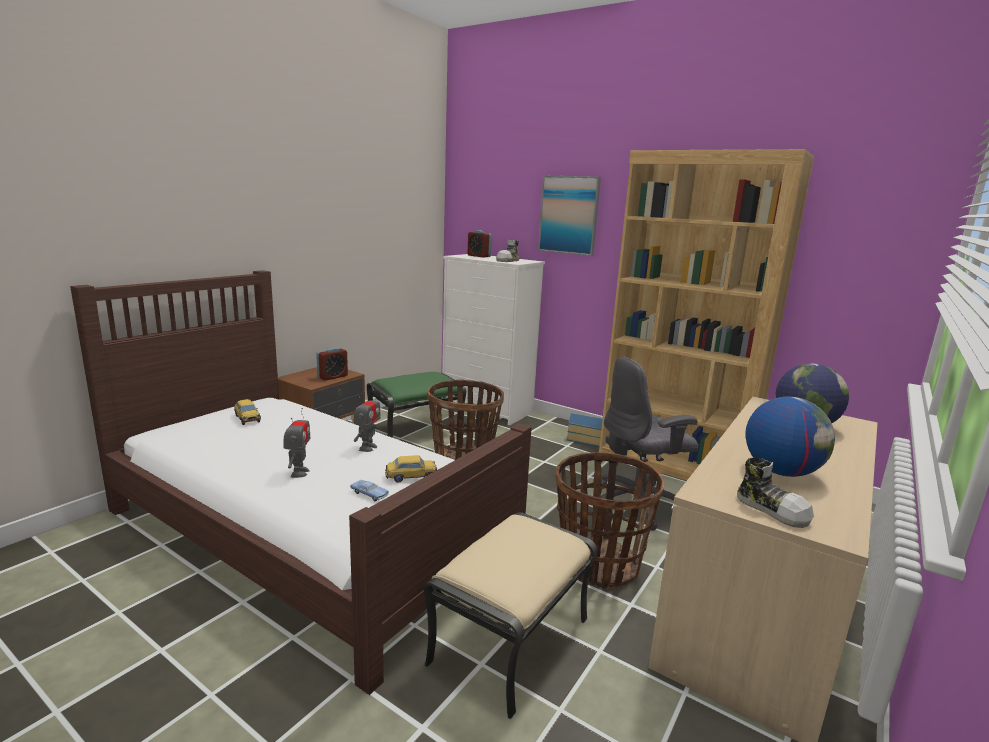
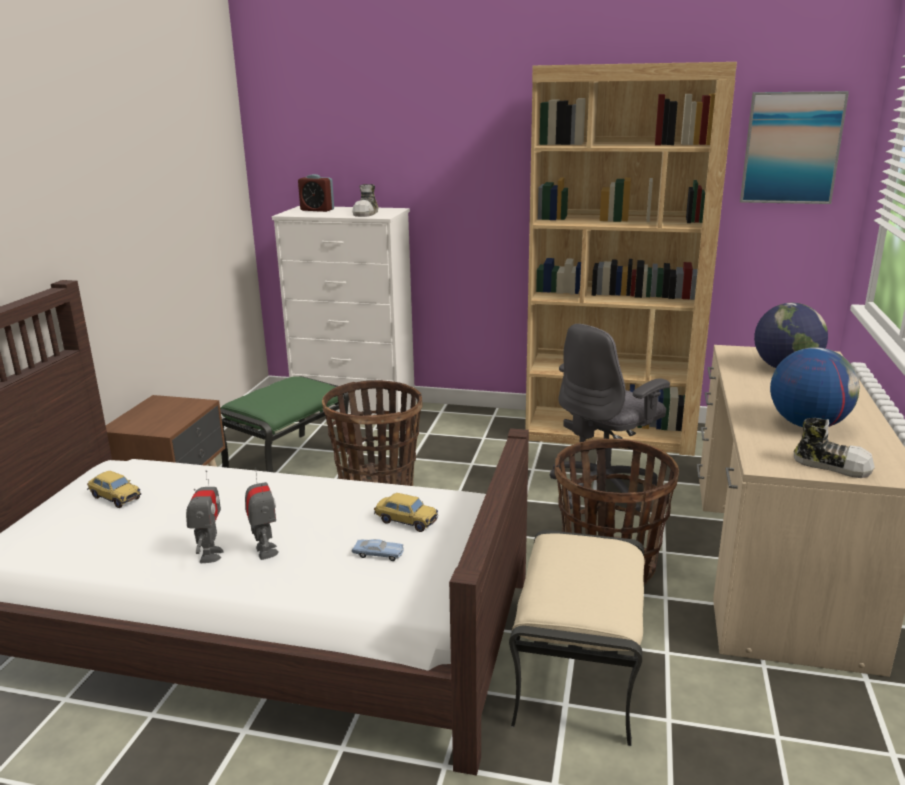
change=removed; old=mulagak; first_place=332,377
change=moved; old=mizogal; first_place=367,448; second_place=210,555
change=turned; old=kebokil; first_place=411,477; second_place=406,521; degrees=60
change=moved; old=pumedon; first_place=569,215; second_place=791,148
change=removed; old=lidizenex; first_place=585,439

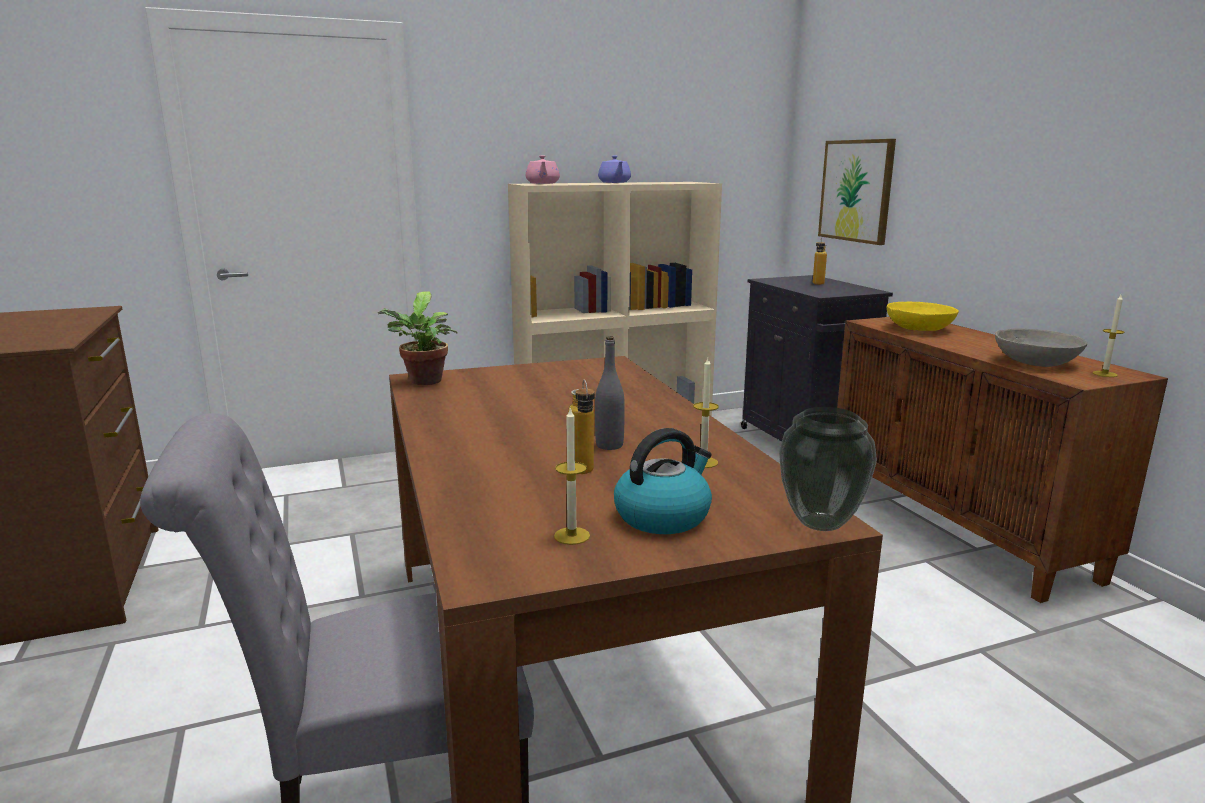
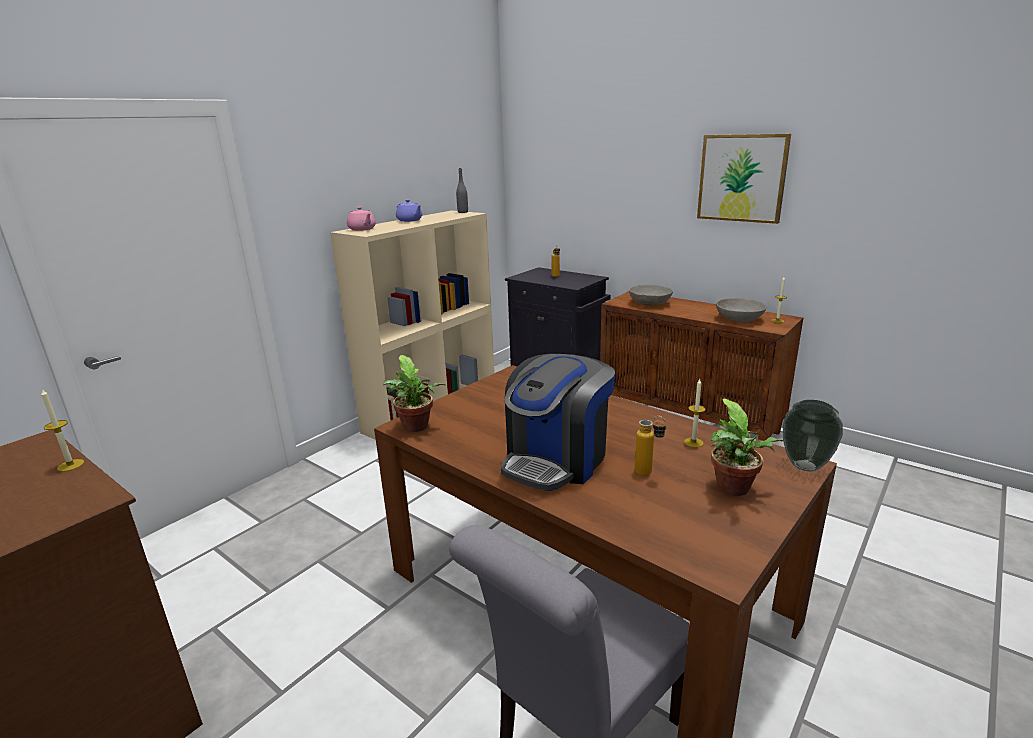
change=moved; old=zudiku; first_place=572,536; second_place=70,465
change=moved; old=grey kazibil; first_place=609,445; second_place=463,212
change=replaced; old=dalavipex; new=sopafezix; first_place=663,516; second_place=735,490
change=moved; old=pumedon; first_place=856,191; second_place=742,178
change=recoloured; old=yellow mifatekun; new=grey mifatekun; first_place=919,329; second_place=650,303
change=added; new=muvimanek; second_place=556,460

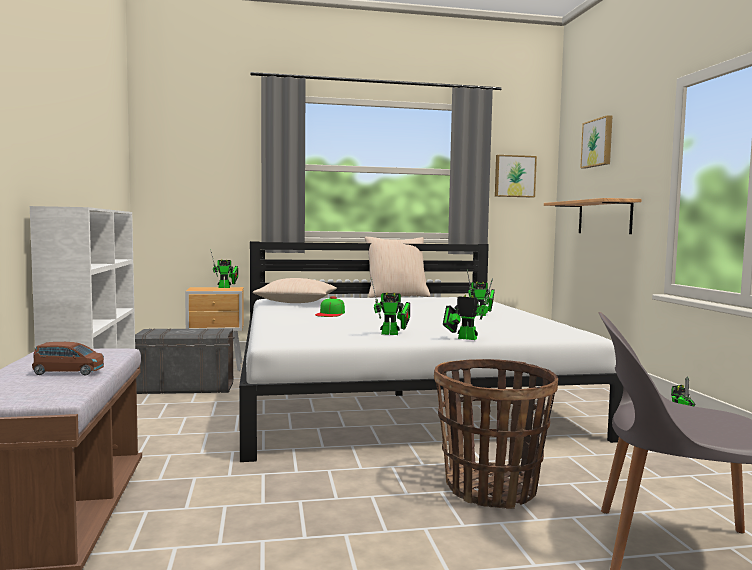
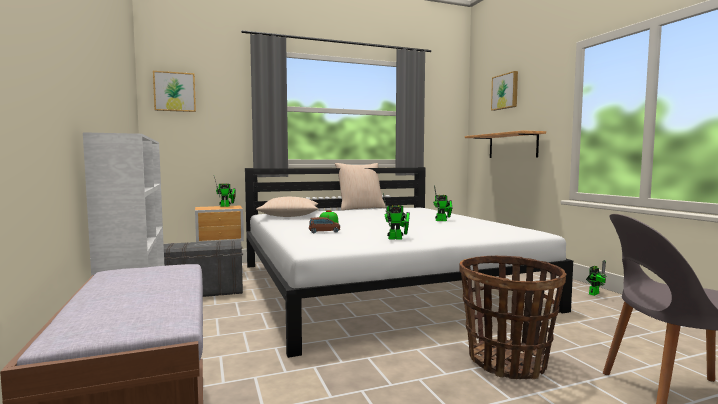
change=moved; old=brown kebokil; first_place=69,372; second_place=324,231
change=removed; old=mizogal; first_place=464,338
change=moved; old=pumedon; first_place=514,176; second_place=175,92

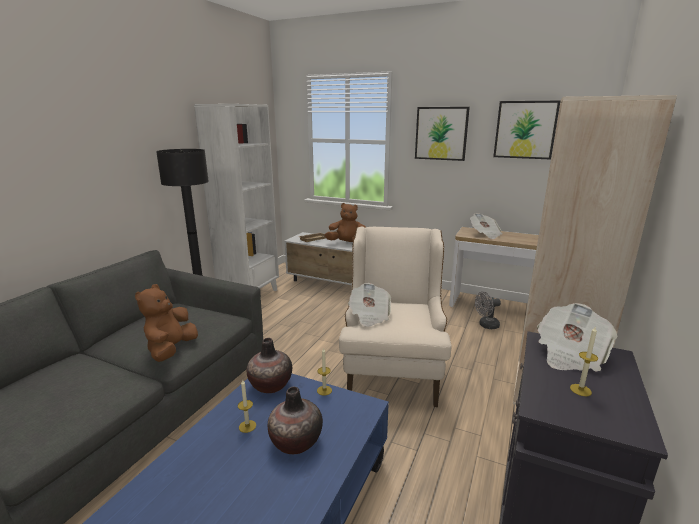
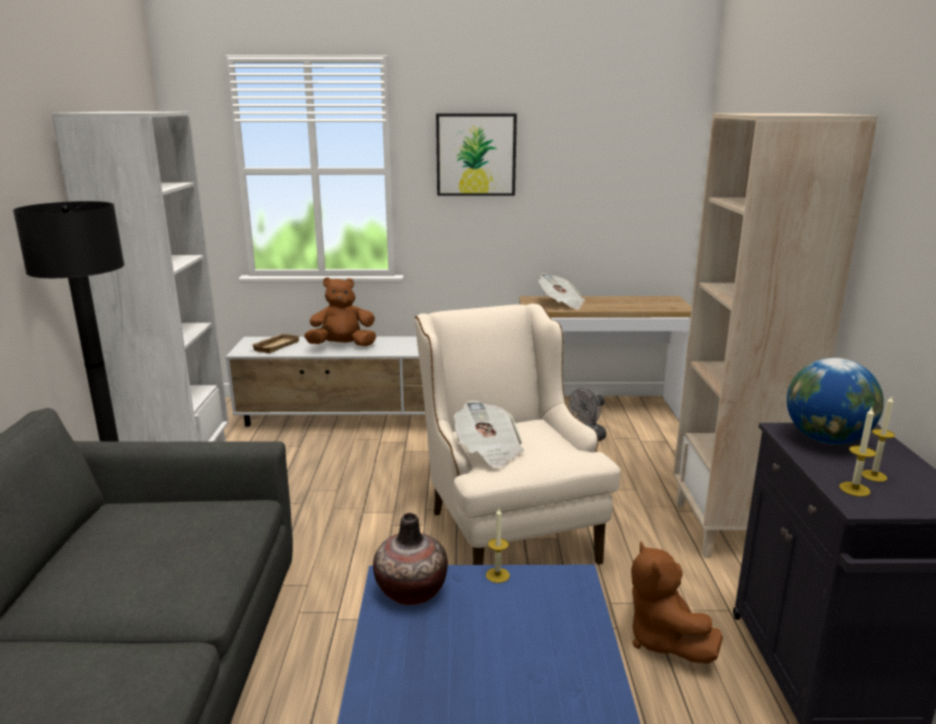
change=moved; old=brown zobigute; first_place=171,350; second_place=663,640
change=moved; old=zudiku; first_place=247,426; second_place=854,489
change=removed; old=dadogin; first_place=296,441
change=removed; old=pumedon; first_place=525,130
change=replaced; old=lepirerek; new=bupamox; first_place=570,354; second_place=826,440

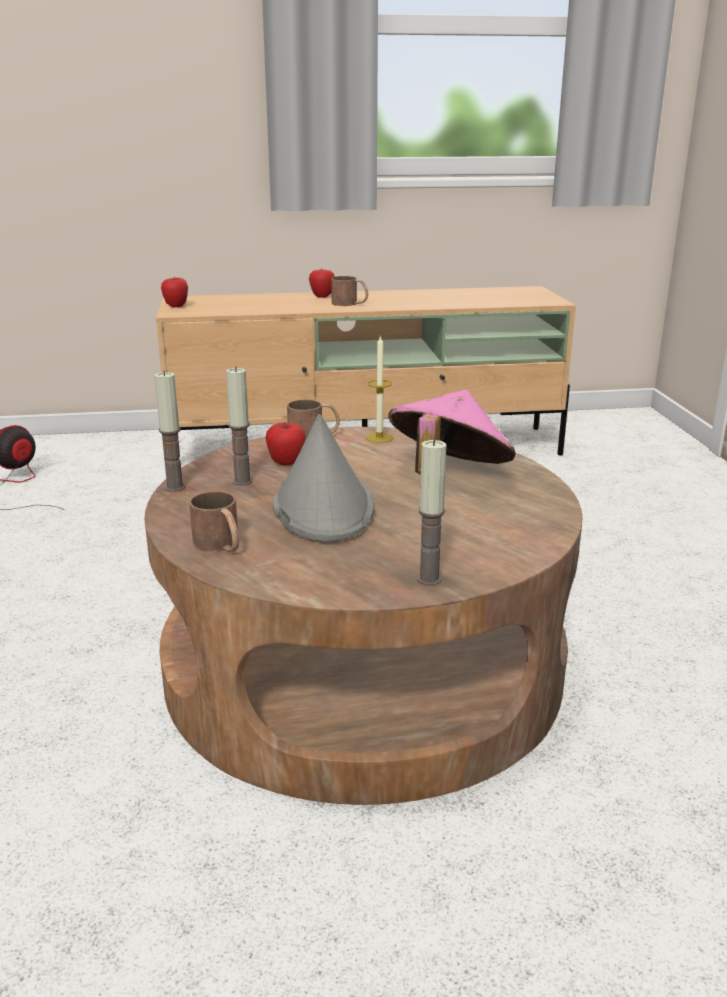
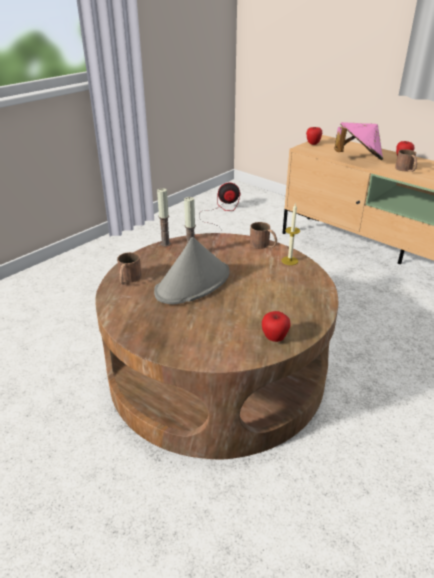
change=moved; old=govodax; first_place=286,463; second_place=274,338
change=moved; old=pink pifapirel; first_place=447,475; second_place=358,158
change=removed; old=zudiku; first_place=429,579

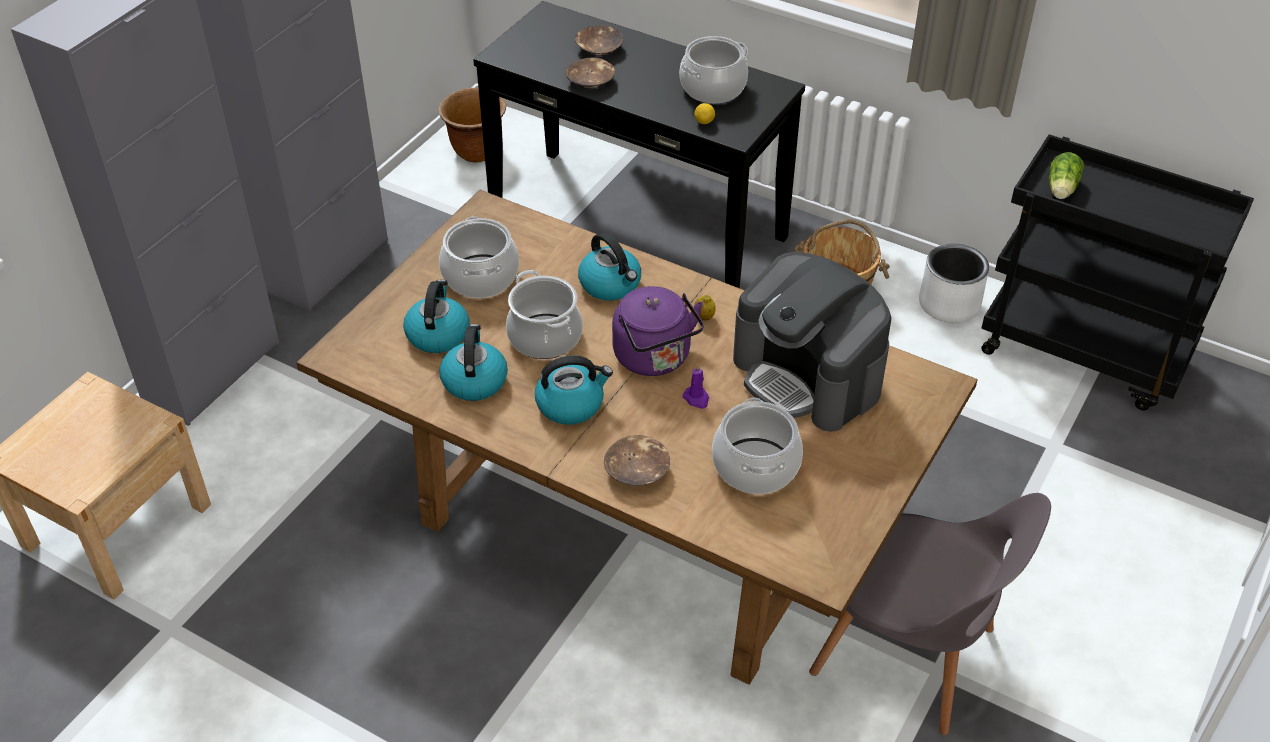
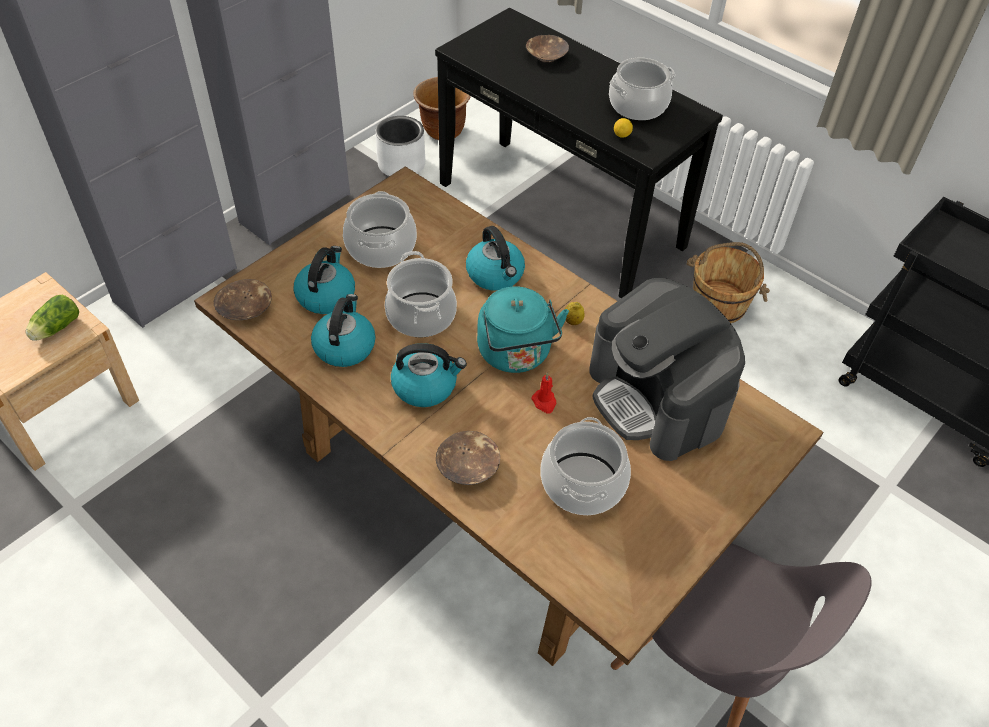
change=moved; old=brown mifatekun; first_place=590,82; second_place=245,309
change=recoloured; old=purple dalavipex; new=turquoise dalavipex; first_place=655,359; second_place=516,355
change=recoloured; old=purple zudiku; new=red zudiku; first_place=697,399; second_place=544,402
change=moved; old=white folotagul; first_place=949,304; second_place=402,164
change=moved; old=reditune; first_place=1061,190; second_place=55,329

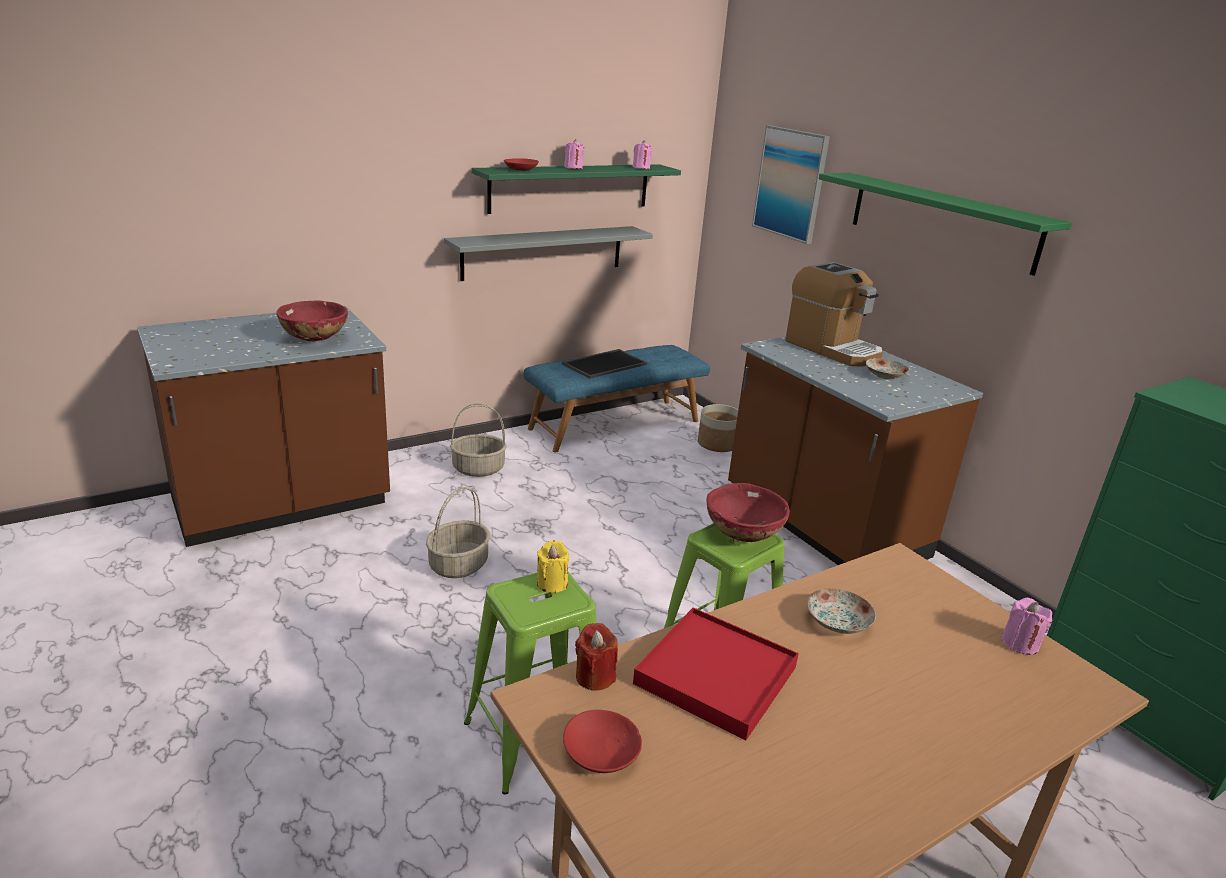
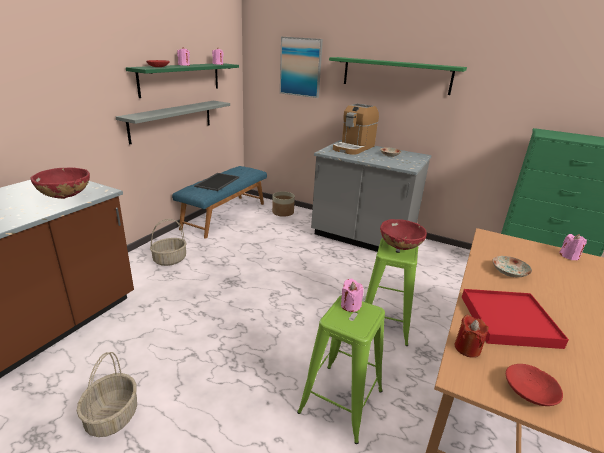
change=moved; old=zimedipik; first_place=458,564; second_place=112,416
change=recoloured; old=yellow zudiku; new=pink zudiku; first_place=552,583; second_place=350,305
change=recoloured; old=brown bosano; new=grey bosano; first_place=822,527; second_place=362,238
change=turned; old=muvimanek; first_place=832,349; second_place=353,148; degrees=105

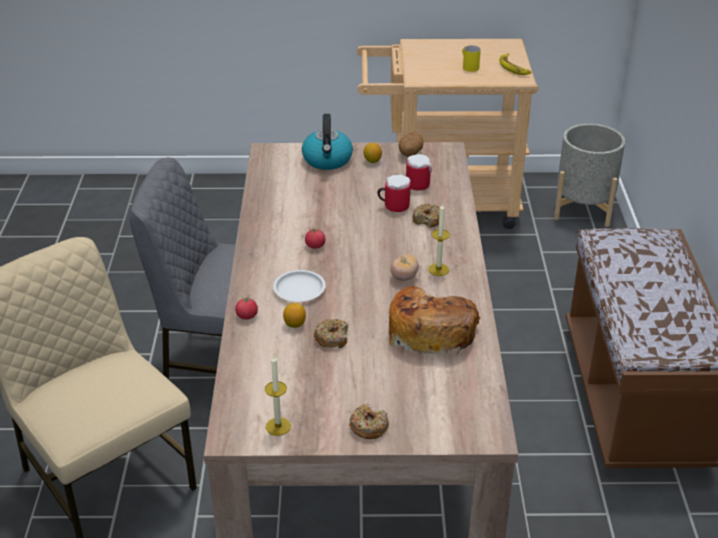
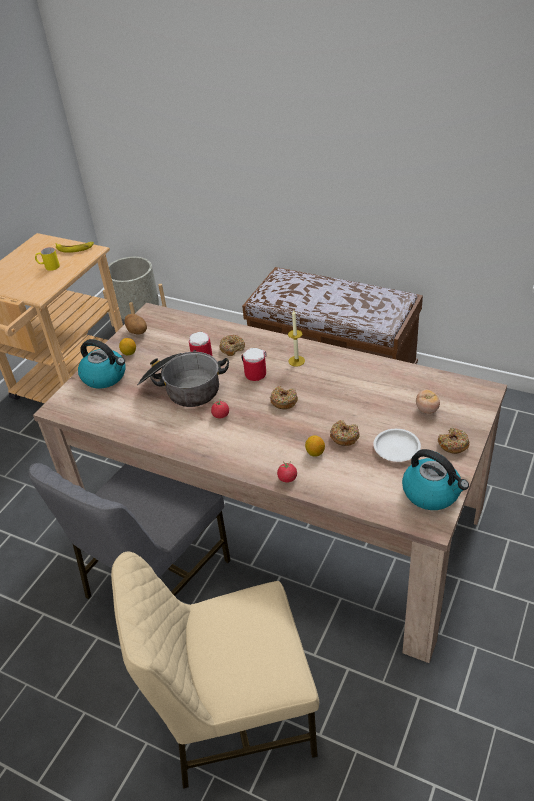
change=replaced; old=zudiku; new=dalavipex; first_place=278,426; second_place=432,493
change=moved; old=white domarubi; first_place=299,289; second_place=396,447
change=removed; old=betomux; first_place=430,331
change=moved; old=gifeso; first_place=404,277; second_place=427,409
change=moved; old=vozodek; first_place=419,183; second_place=254,373
change=added; new=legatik; second_place=182,389
change=added; new=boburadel; second_place=284,401

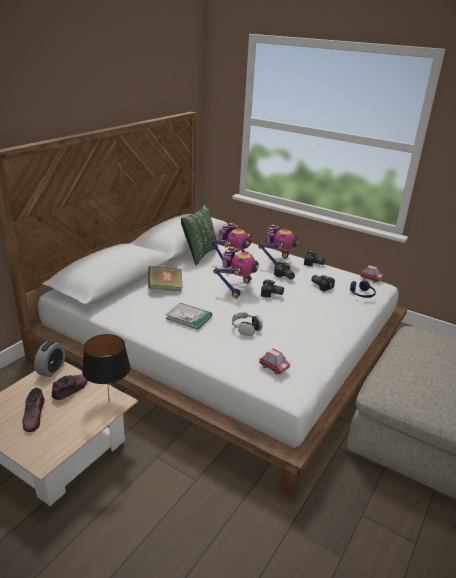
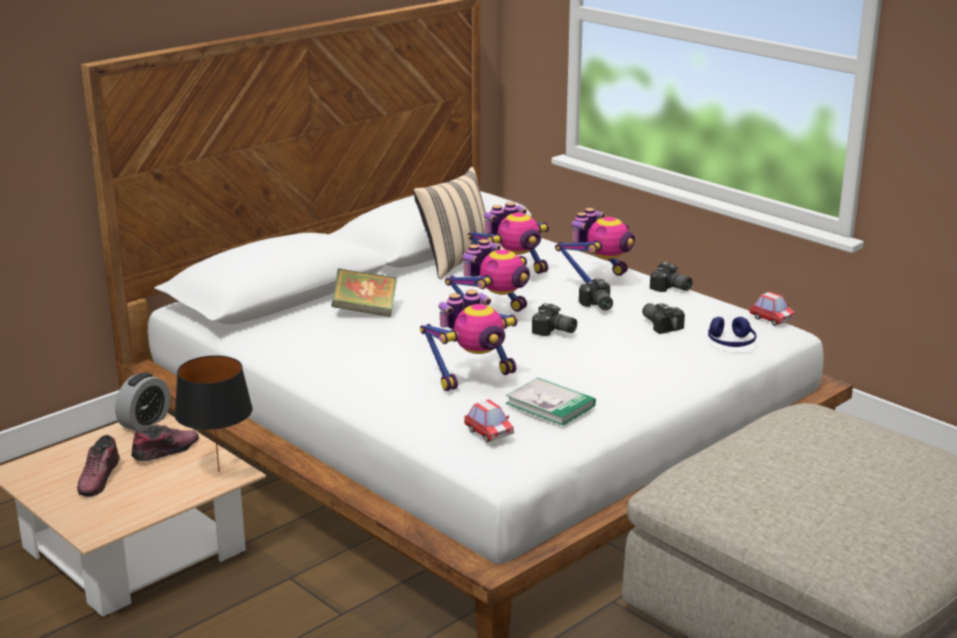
change=moved; old=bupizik; first_place=189,317; second_place=550,404
change=recoloured; old=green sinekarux; new=beige sinekarux; first_place=199,254; second_place=455,262
change=replaced; old=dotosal; new=mizogal; first_place=246,328; second_place=473,376

